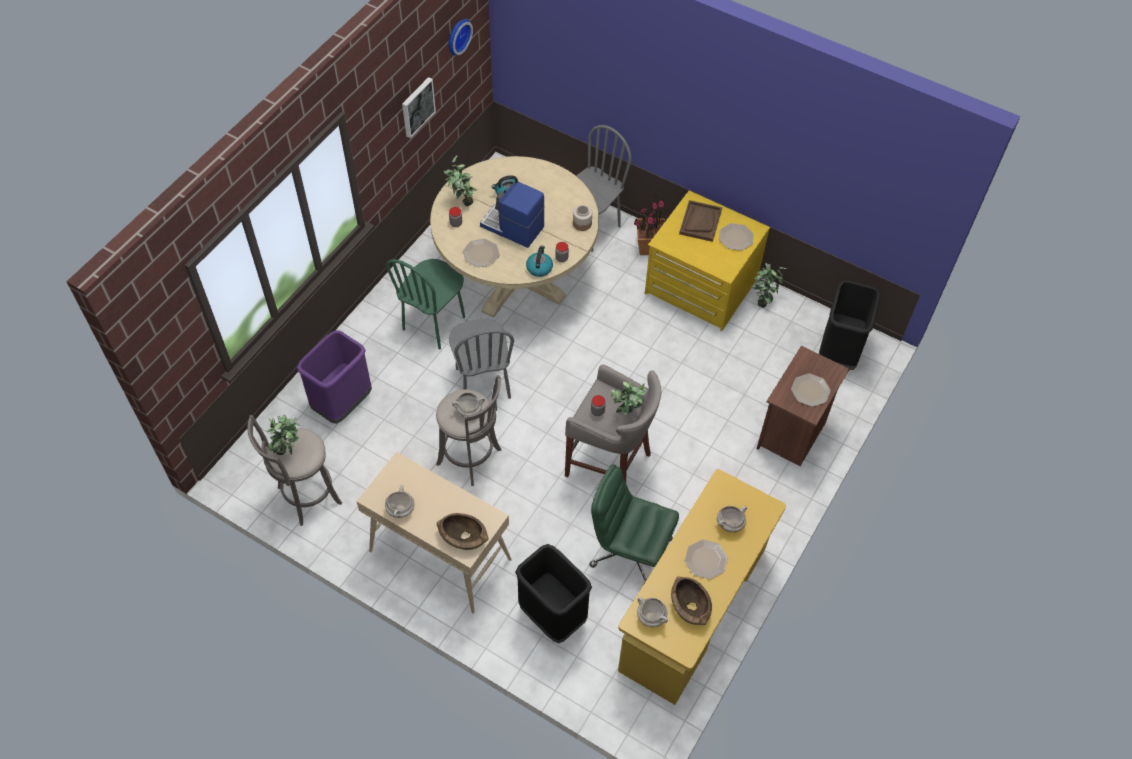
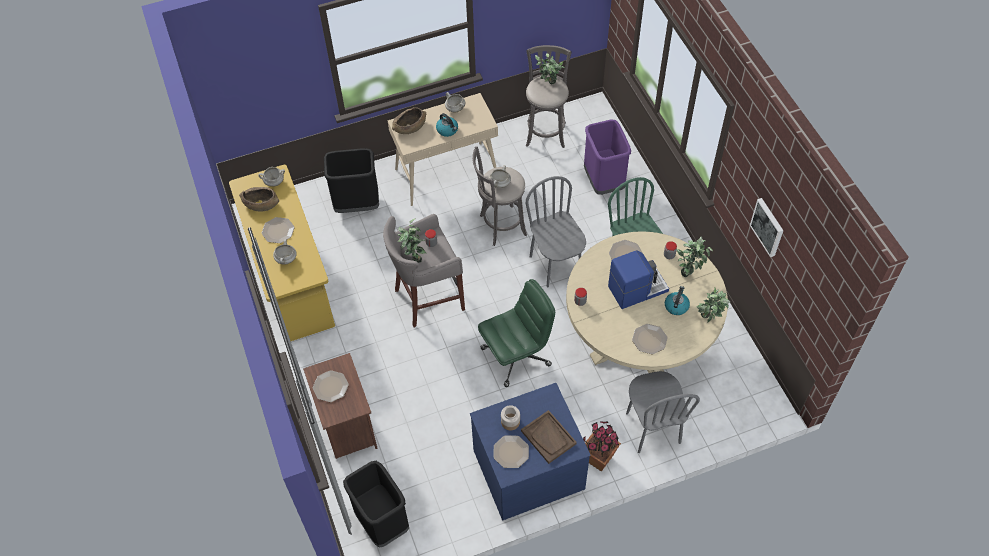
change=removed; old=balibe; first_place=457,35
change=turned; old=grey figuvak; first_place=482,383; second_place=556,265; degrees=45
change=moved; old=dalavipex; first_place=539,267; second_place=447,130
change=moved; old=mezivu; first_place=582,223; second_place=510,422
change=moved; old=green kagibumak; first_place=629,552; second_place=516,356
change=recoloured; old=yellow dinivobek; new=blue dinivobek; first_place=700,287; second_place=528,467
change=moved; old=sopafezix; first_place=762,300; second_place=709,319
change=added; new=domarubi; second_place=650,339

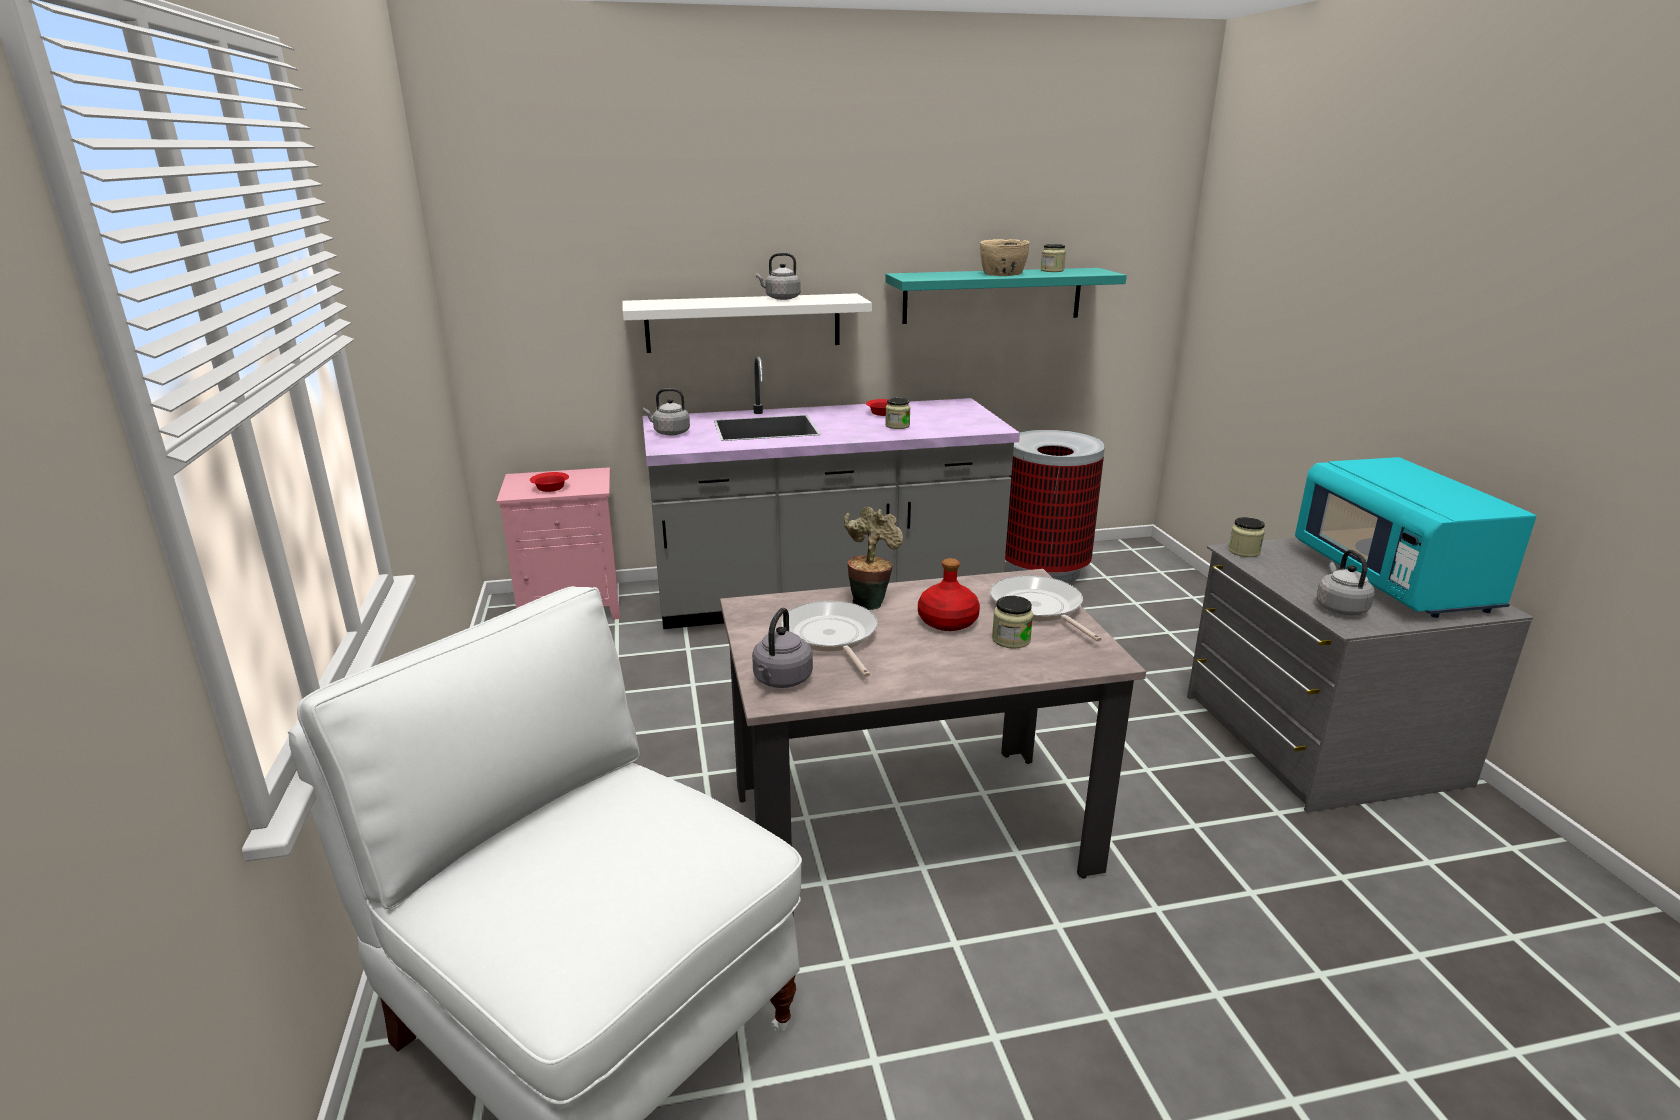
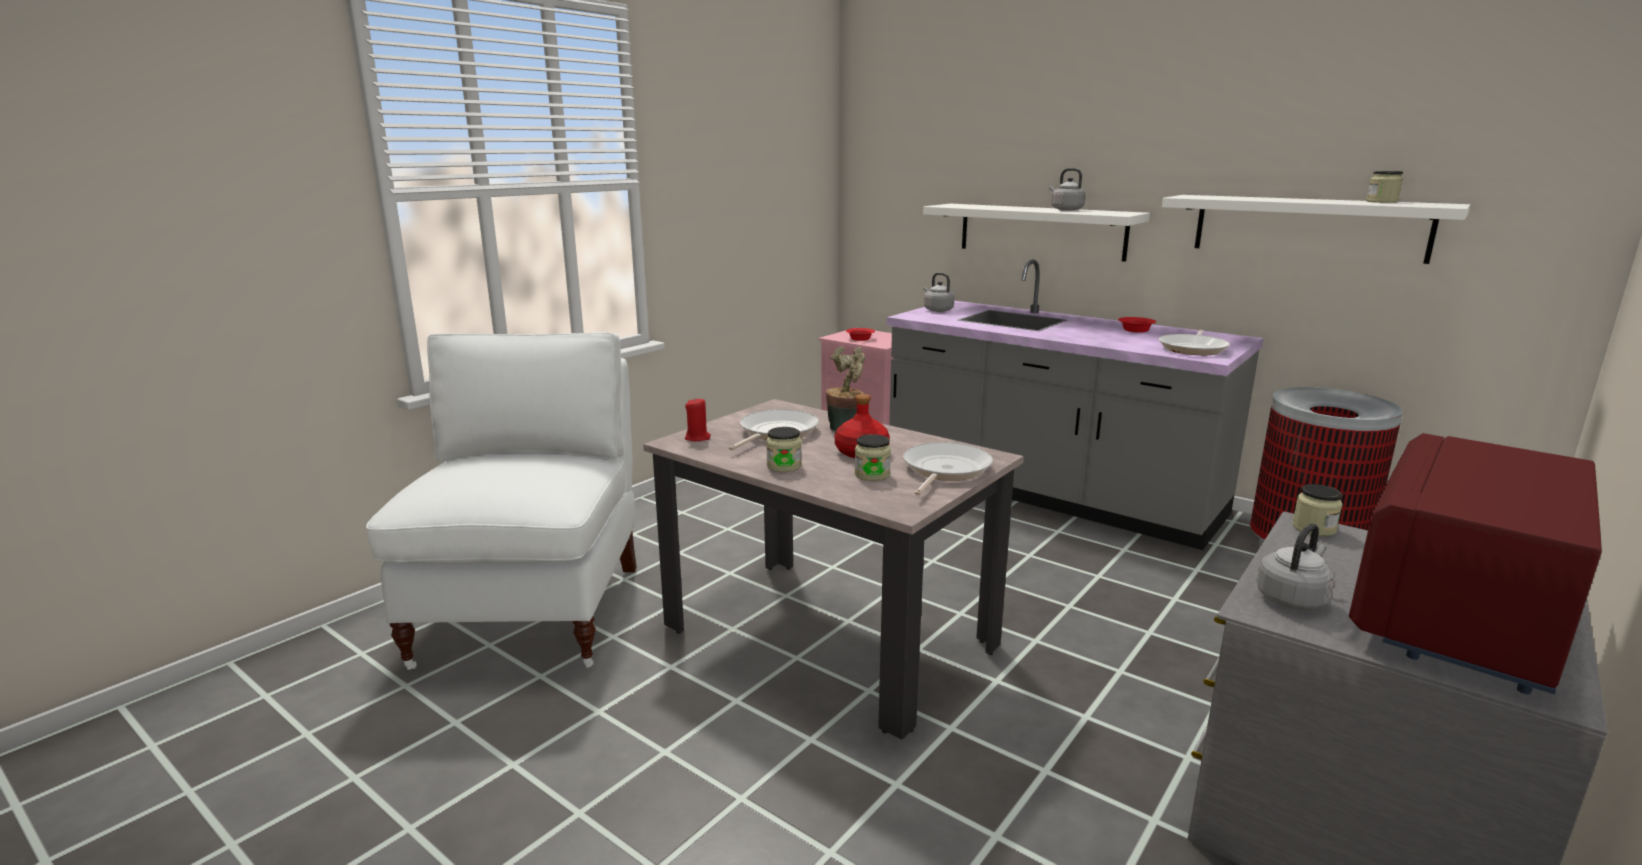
change=replaced; old=grey dalavipex; new=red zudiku; first_place=781,680; second_place=698,438
change=recoloured; old=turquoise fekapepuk; new=white fekapepuk; first_place=992,295; second_place=1308,227
change=moved; old=mezivu; first_place=897,426; second_place=784,466
change=removed; old=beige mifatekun; first_place=1002,274
change=recoloured; old=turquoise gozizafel; new=red gozizafel; first_place=1393,580; second_place=1458,616
change=added; new=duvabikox; second_place=1193,348

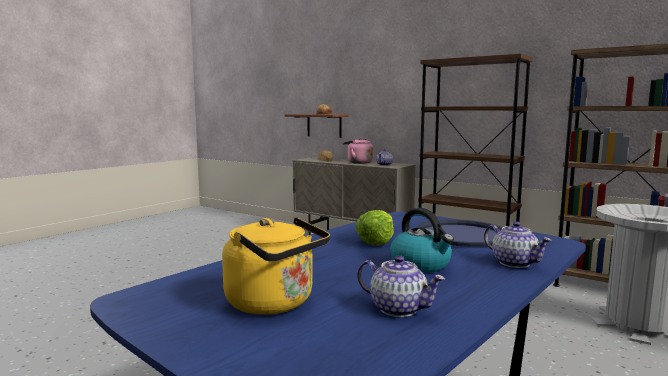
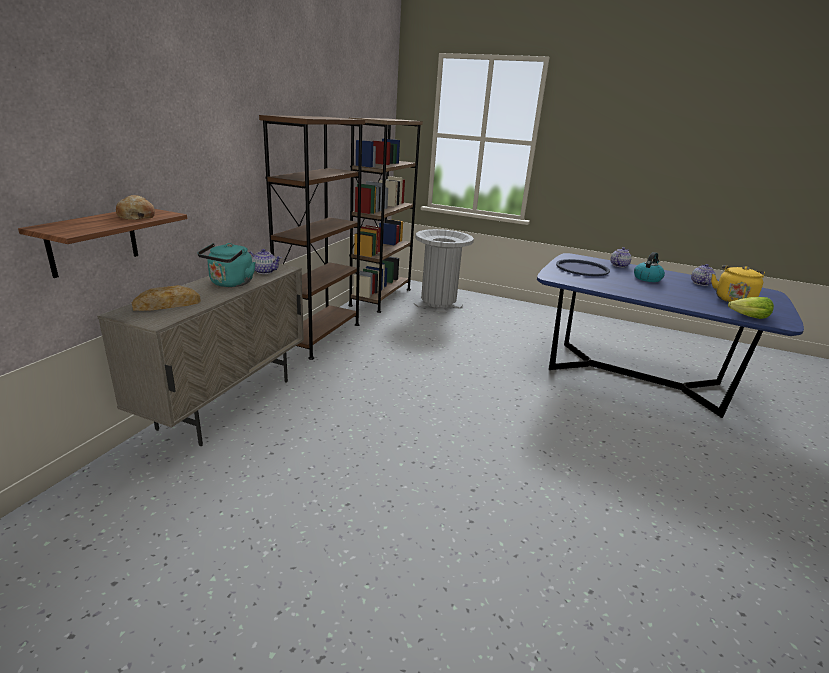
change=recoloured; old=pink dalavipex; new=turquoise dalavipex; first_place=358,162; second_place=230,284
change=moved; old=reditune; first_place=376,241; second_place=748,317

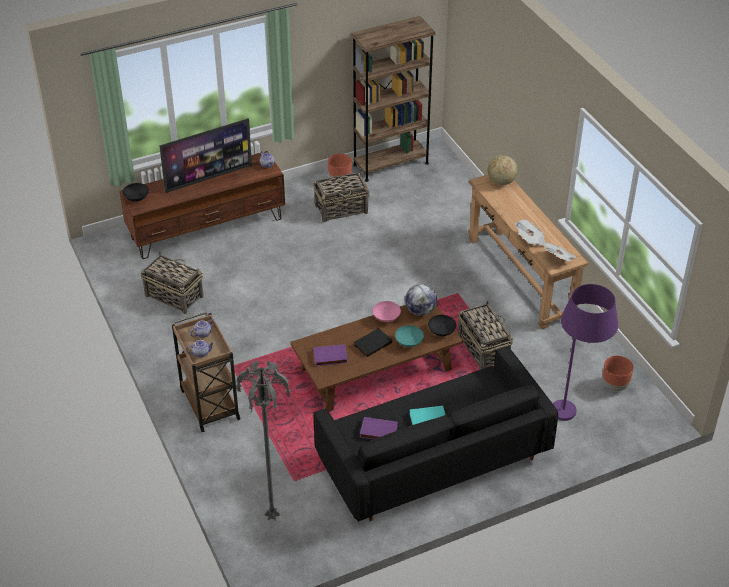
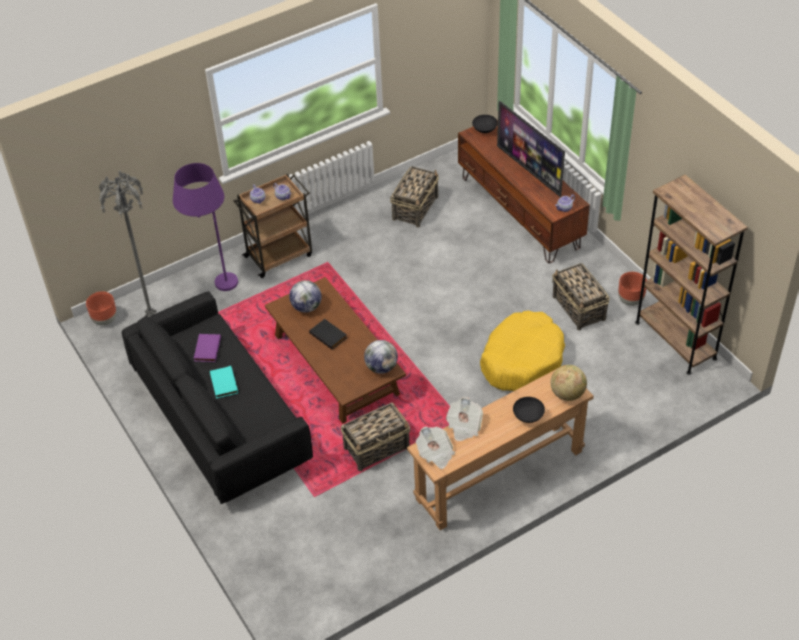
change=replaced; old=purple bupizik; new=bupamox; first_place=330,357; second_place=306,307
change=removed; old=pink mifatekun; first_place=387,318
change=removed; old=turquoise mifatekun; first_place=409,343
change=moved; old=black mifatekun; first_place=441,332; second_place=527,416
change=moved; old=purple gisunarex; first_place=573,419; second_place=216,289
change=moved; old=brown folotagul; first_place=615,386; second_place=104,320
change=added; new=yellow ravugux; second_place=522,360

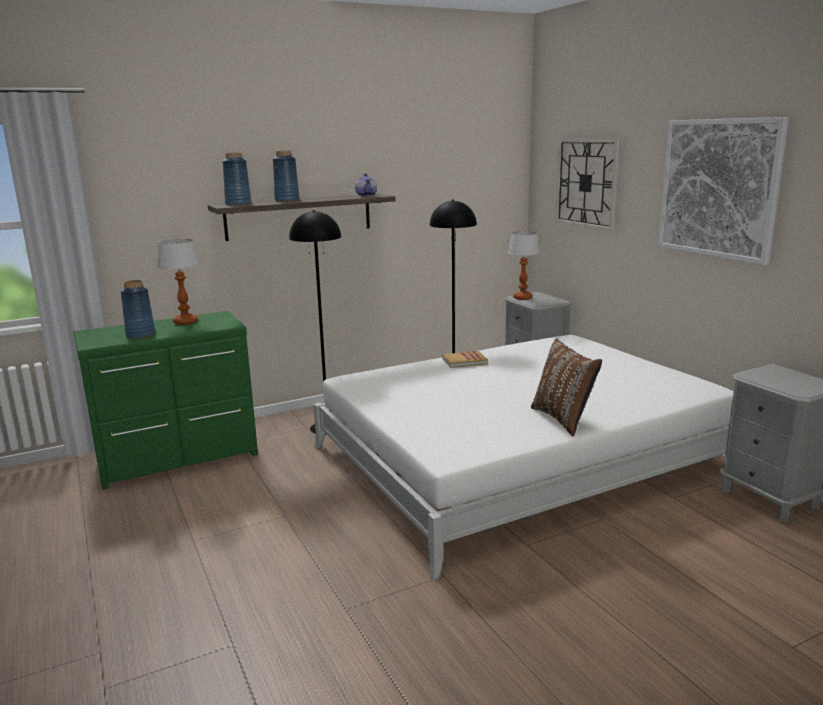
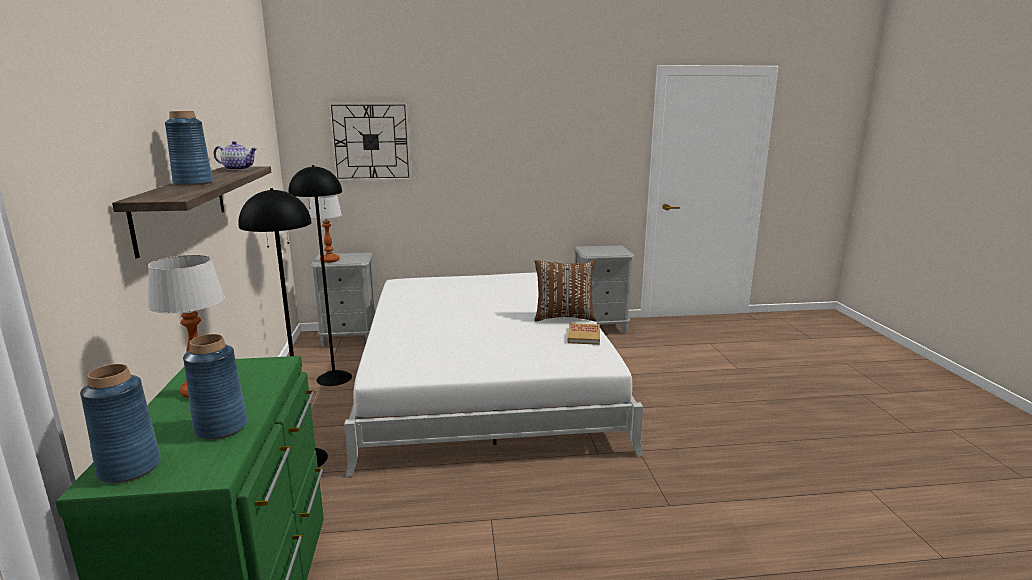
change=moved; old=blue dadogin; first_place=238,204; second_place=130,468
change=moved; old=bupizik; first_place=464,361; second_place=583,336
change=removed; old=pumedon; first_place=718,188

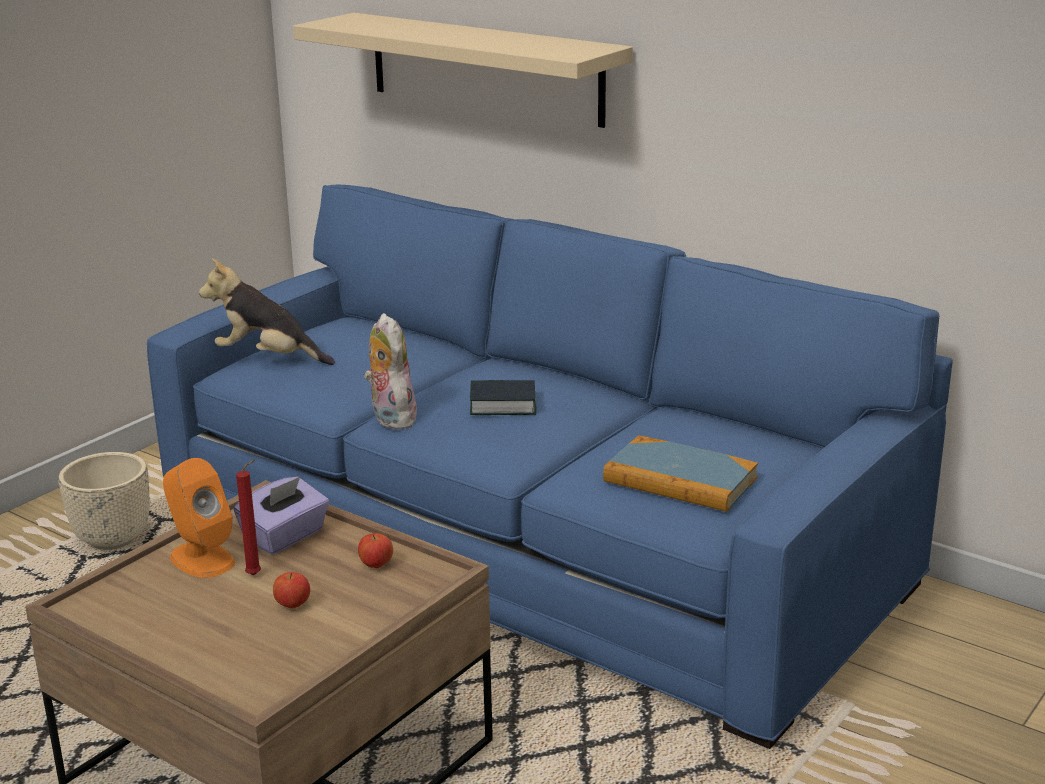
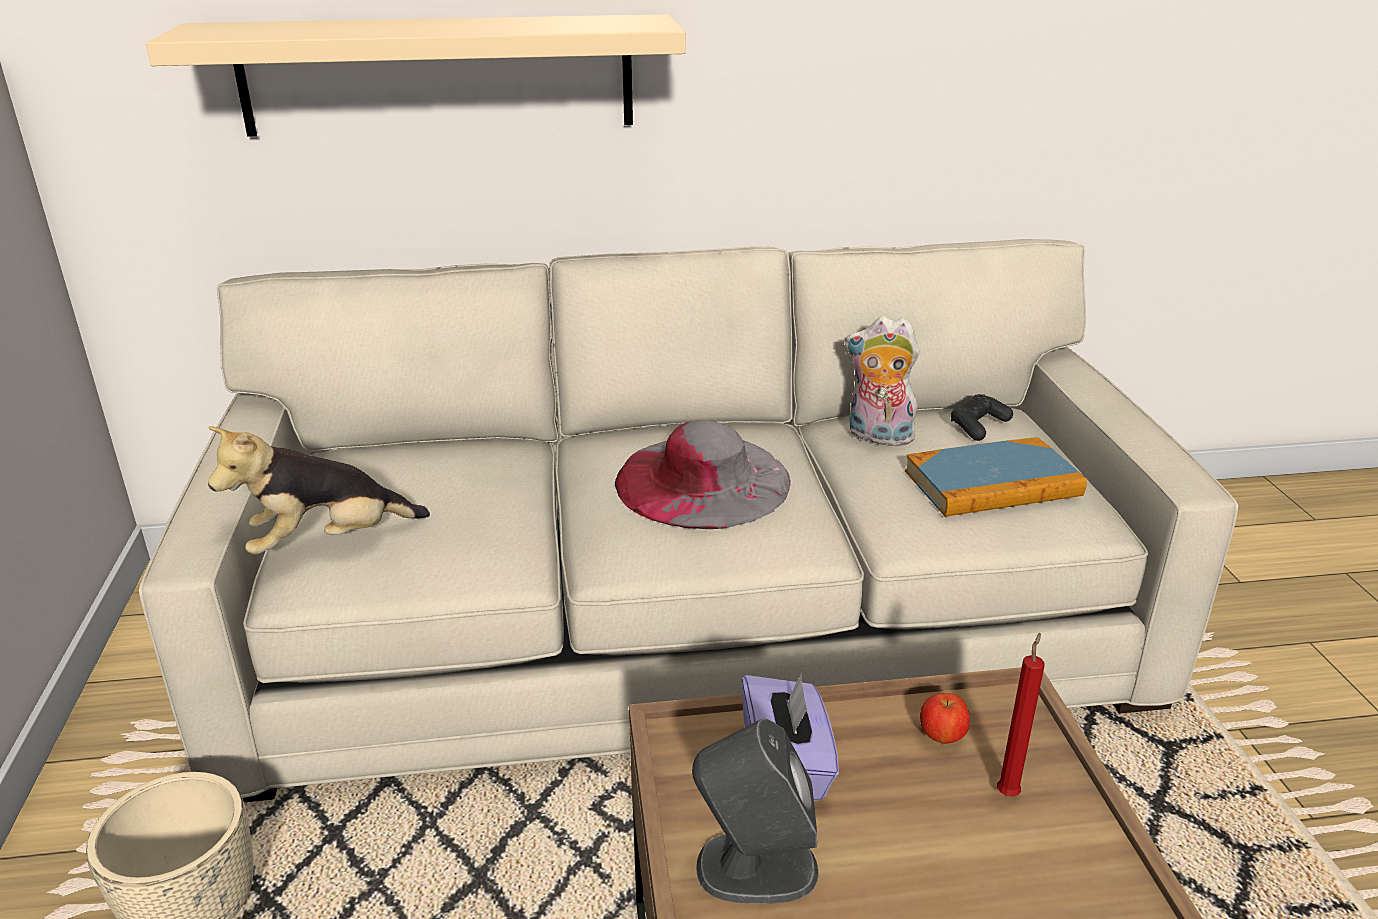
change=recoloured; old=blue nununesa; new=beige nununesa; first_place=526,542; second_place=691,628
change=recoloured; old=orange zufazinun; new=grey zufazinun; first_place=201,559; second_place=754,868
change=moved; old=red zudiku; first_place=256,574; second_place=1008,792
change=removed; old=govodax; first_place=293,605
change=moved; old=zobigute; first_place=390,418; second_place=877,437
change=replaced; old=bupizik; new=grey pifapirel; first_place=502,405; second_place=703,481
change=added; new=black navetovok; second_place=978,426

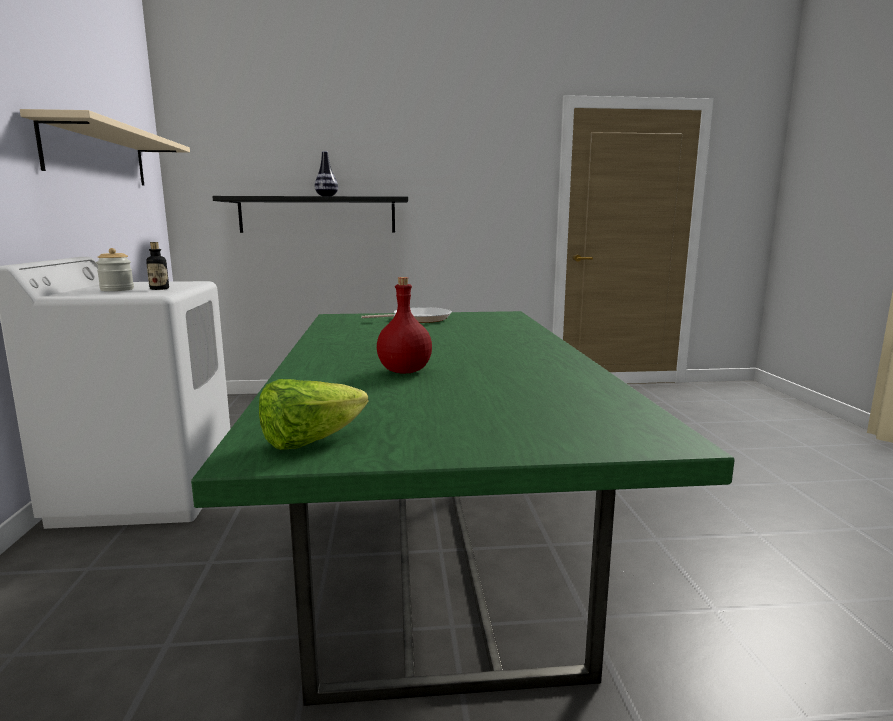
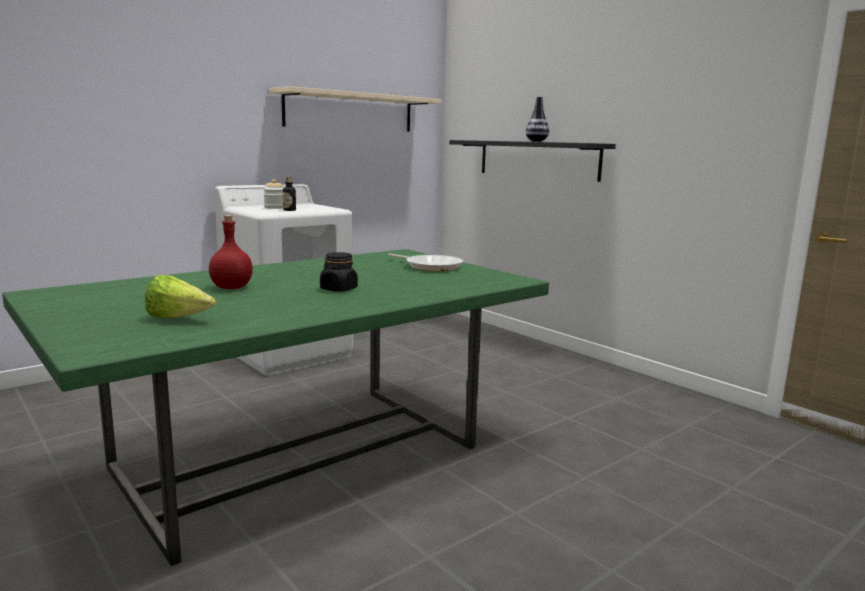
change=moved; old=reditune; first_place=310,441; second_place=178,319
change=added; new=black mezivu; second_place=338,289

